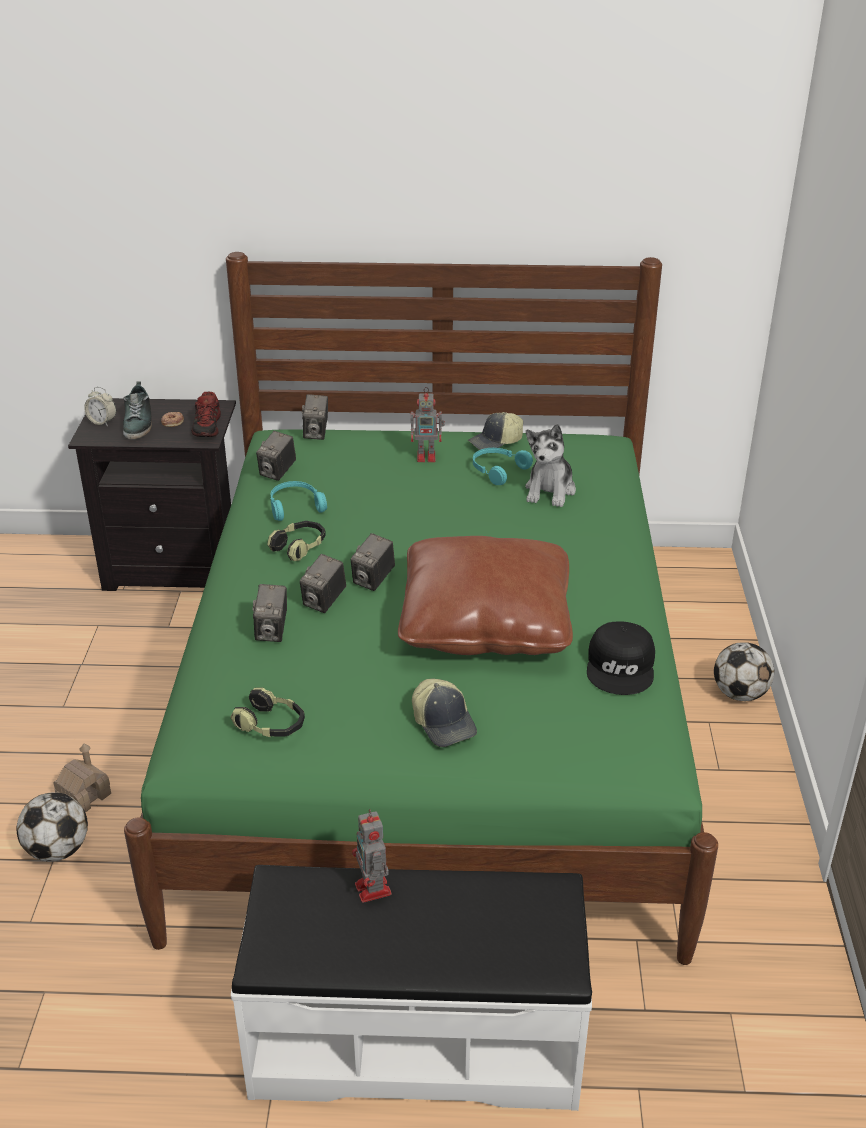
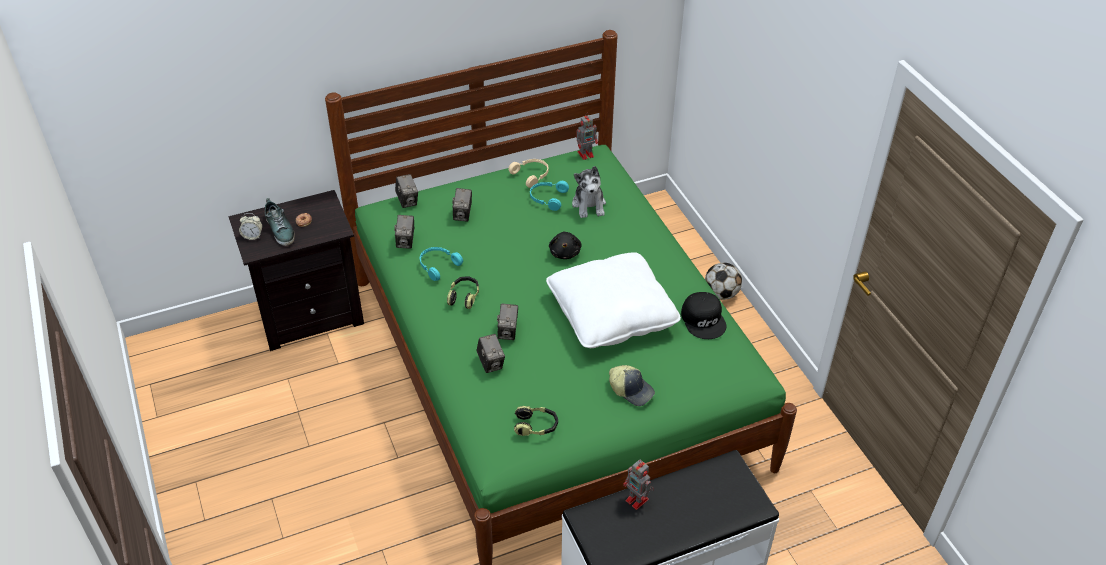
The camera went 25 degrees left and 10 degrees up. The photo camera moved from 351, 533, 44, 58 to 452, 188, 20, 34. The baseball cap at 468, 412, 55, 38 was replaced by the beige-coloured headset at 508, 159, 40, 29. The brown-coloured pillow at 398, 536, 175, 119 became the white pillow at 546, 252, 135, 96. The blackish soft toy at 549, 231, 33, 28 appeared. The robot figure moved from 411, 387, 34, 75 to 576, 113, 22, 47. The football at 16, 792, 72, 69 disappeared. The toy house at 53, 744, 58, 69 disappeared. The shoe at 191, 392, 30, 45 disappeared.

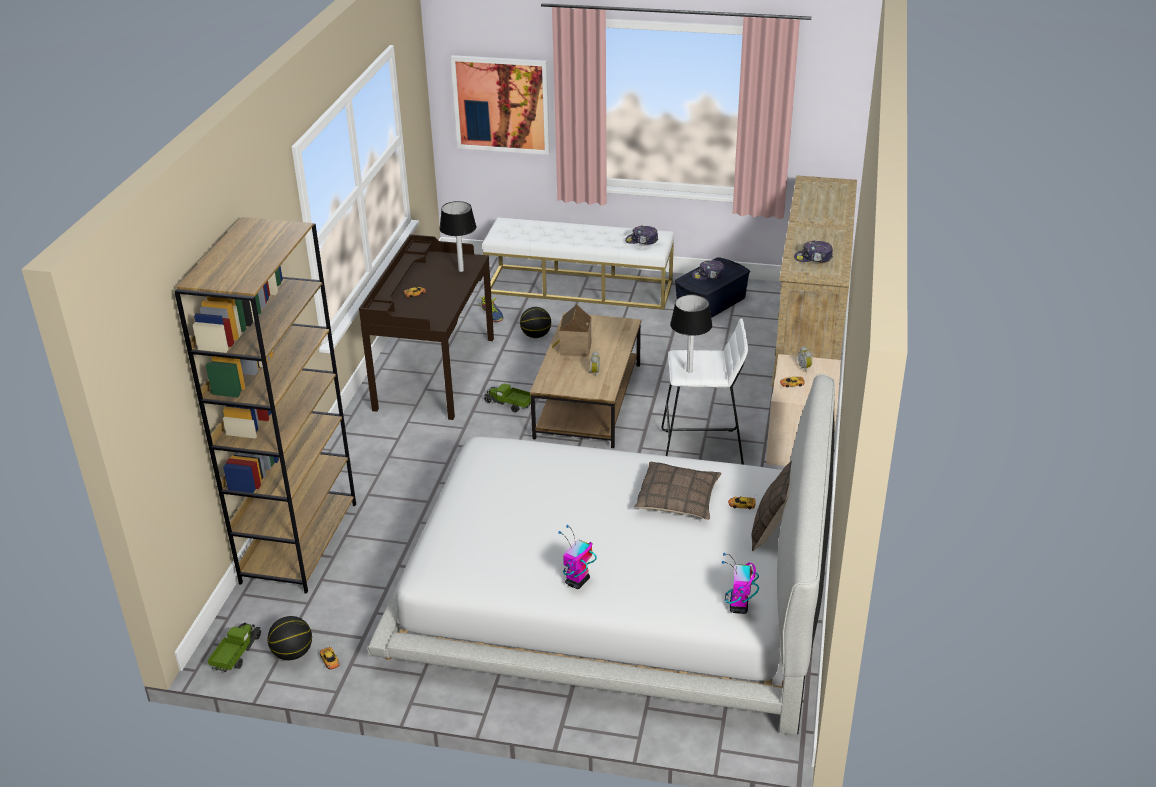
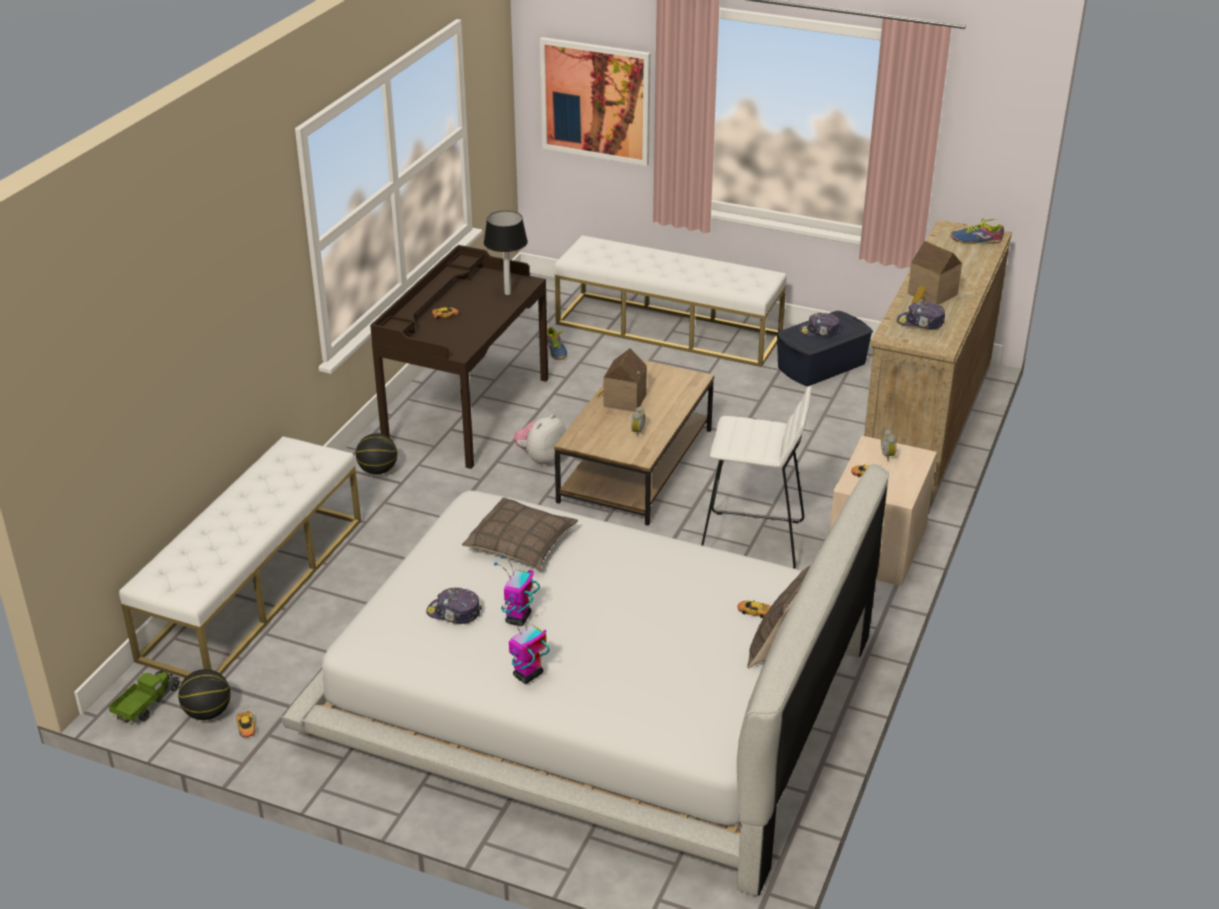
The camera went 10 degrees right and 0 degrees up. The brown-coloured shelving unit at 174, 217, 182, 377 was replaced by the white long seat at 119, 436, 242, 242. The basketball ball moved from 520, 307, 31, 31 to 356, 433, 41, 42. The baseball cap moved from 625, 225, 33, 20 to 426, 588, 56, 36. The pillow moved from 635, 462, 86, 58 to 462, 498, 116, 71. The robot figure moved from 722, 553, 37, 61 to 494, 554, 46, 72. The model truck at 484, 384, 47, 29 was replaced by the soft toy at 514, 414, 52, 52. The toy house at 908, 241, 54, 63 appeared. The shoe at 950, 219, 54, 25 appeared. The lamp for a table at 670, 295, 42, 78 disappeared.

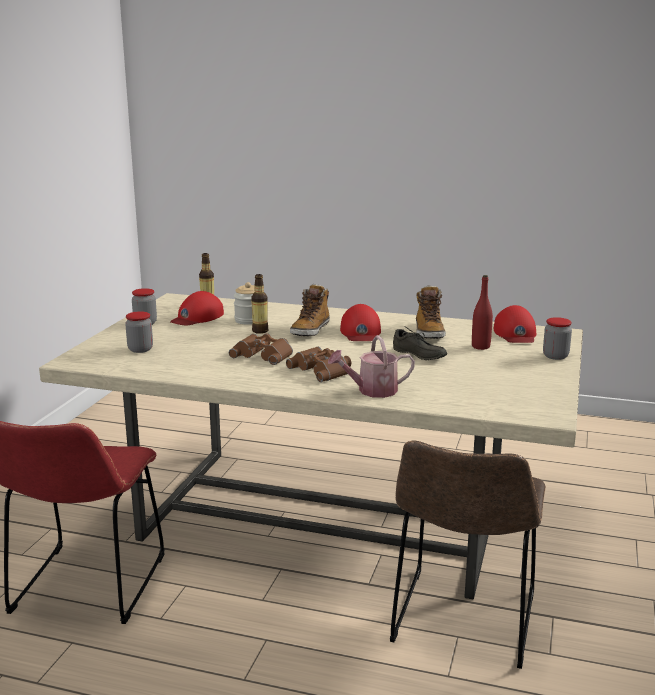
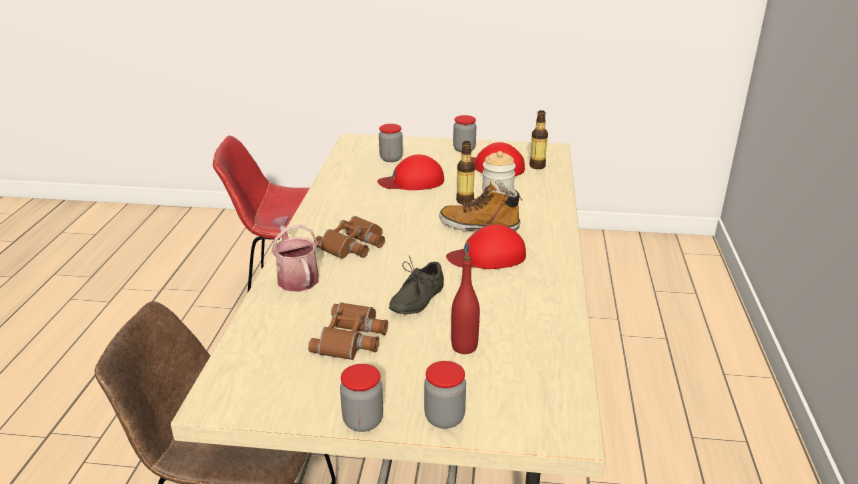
The camera went 80 degrees right and 10 degrees up. The brown-coloured field glasses moved from 229, 333, 64, 32 to 308, 302, 80, 58. The preserve jar at 340, 364, 43, 68 appeared. The red-coloured baseball cap moved from 494, 305, 42, 38 to 377, 154, 67, 36. The high-top boot at 416, 285, 30, 54 disappeared.

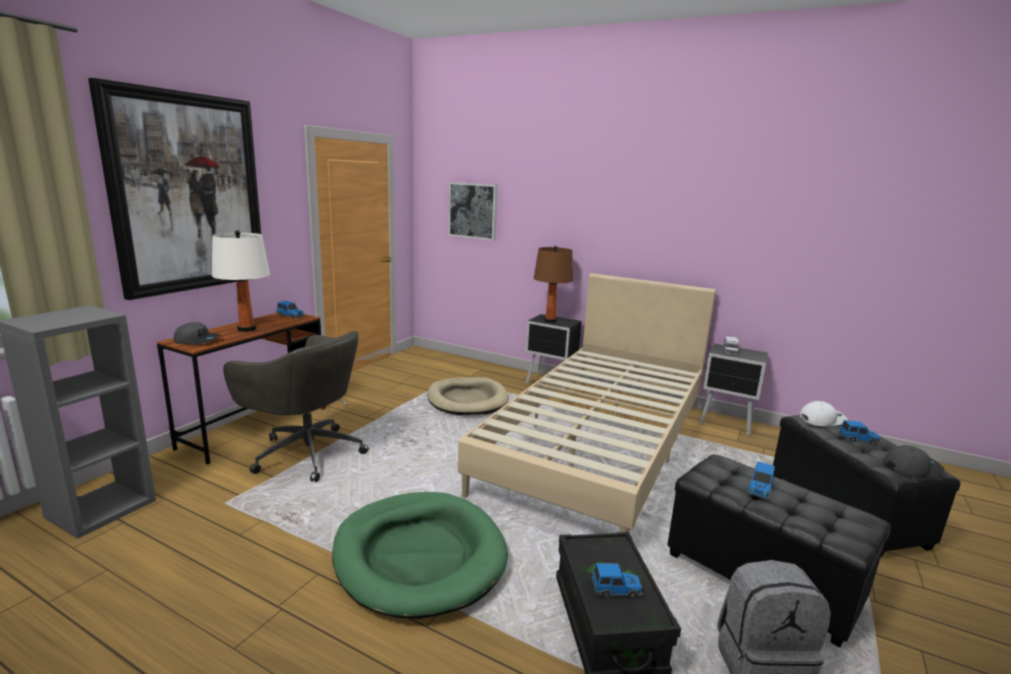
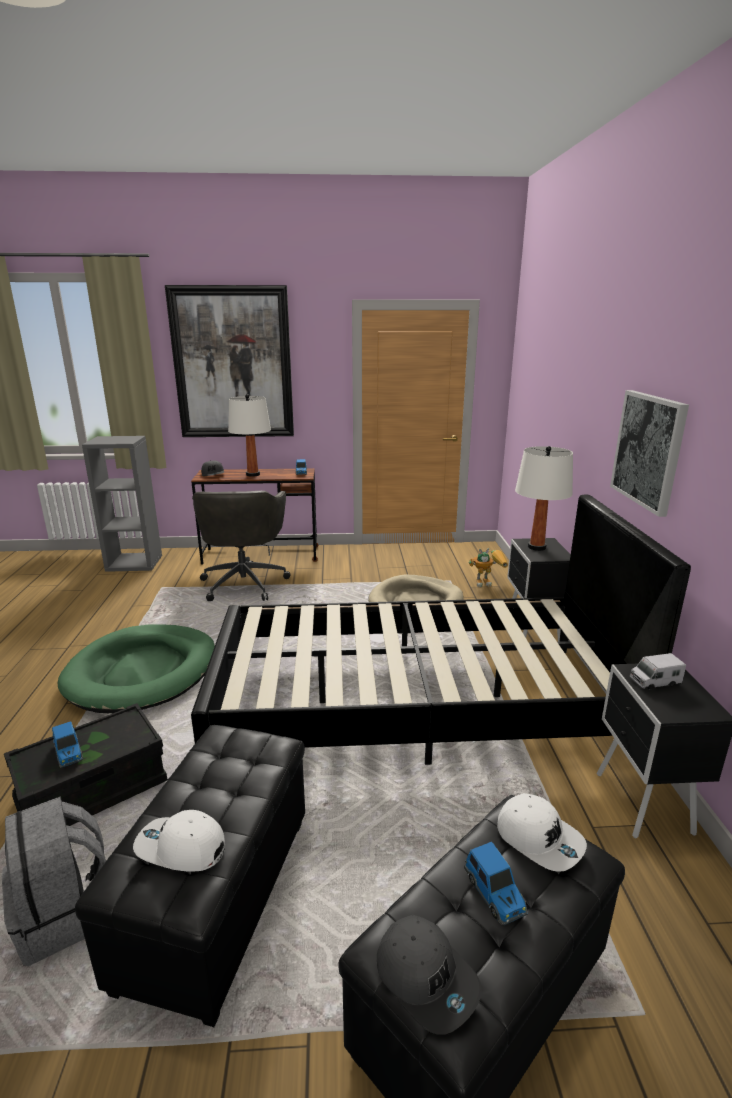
The camera went 60 degrees right and 5 degrees up. The white baseball cap at 133, 810, 92, 62 appeared. The beige-coloured bed at 458, 273, 258, 259 became the blackish bed at 191, 495, 500, 270. The robot figure at 469, 548, 39, 39 appeared. The brown-coloured lamp for a table at 534, 246, 39, 77 became the white lamp for a table at 515, 446, 58, 105. The picture moved from 448, 182, 49, 59 to 610, 390, 79, 127. The miniature car at 747, 461, 28, 38 disappeared.

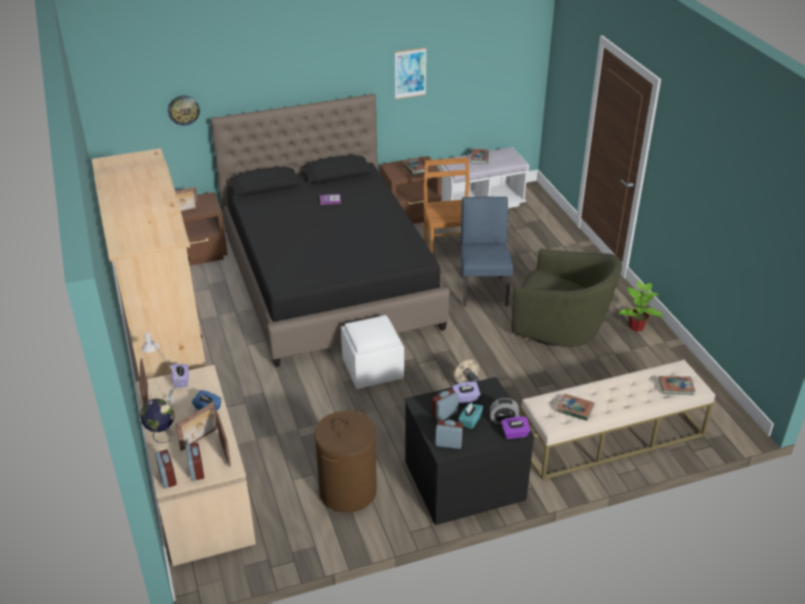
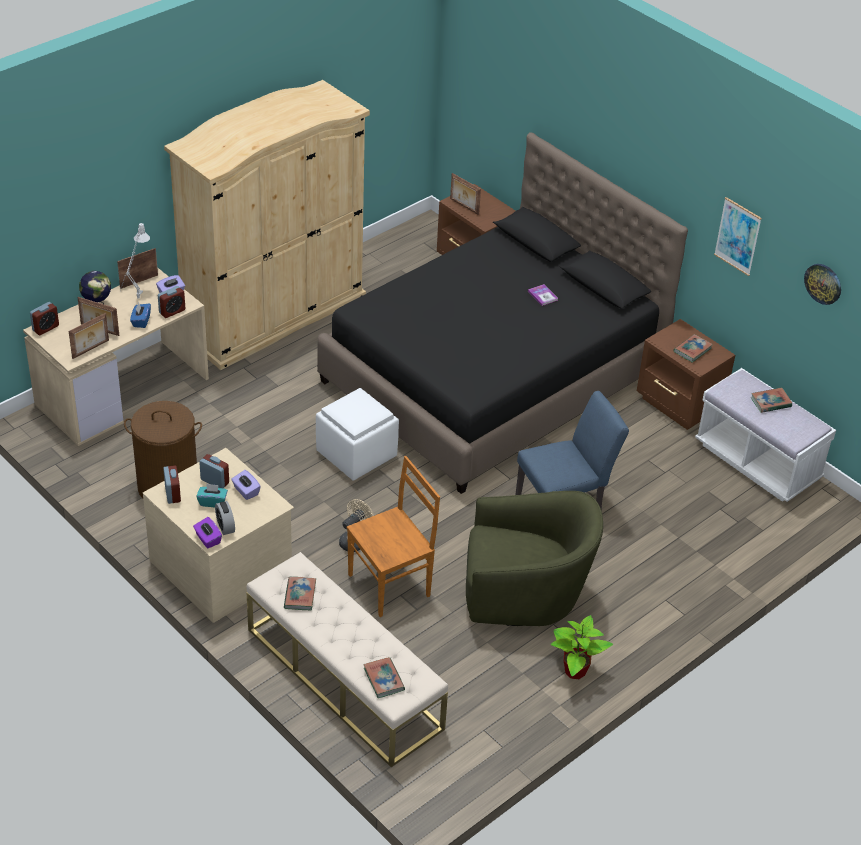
The camera went 65 degrees right and 5 degrees up. The blackish chest of drawers at 404, 377, 131, 148 became the beige-coloured chest of drawers at 143, 448, 151, 175. The alarm clock moved from 185, 443, 19, 38 to 158, 286, 27, 32. The brown-coloured chair moved from 423, 157, 47, 97 to 347, 456, 93, 161. The greenish lounge chair at 511, 249, 111, 98 turned 90 degrees counterclockwise. The clock on the wall moved from 168, 95, 32, 31 to 804, 264, 37, 41.

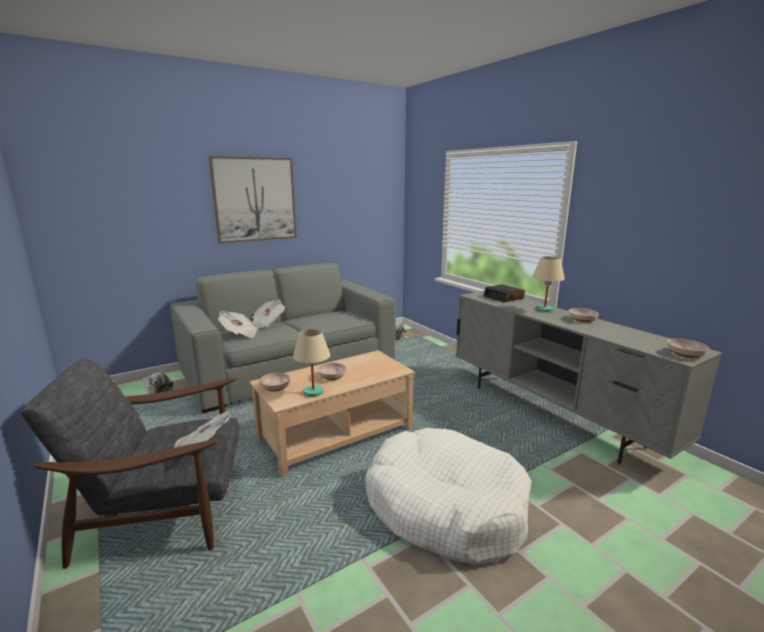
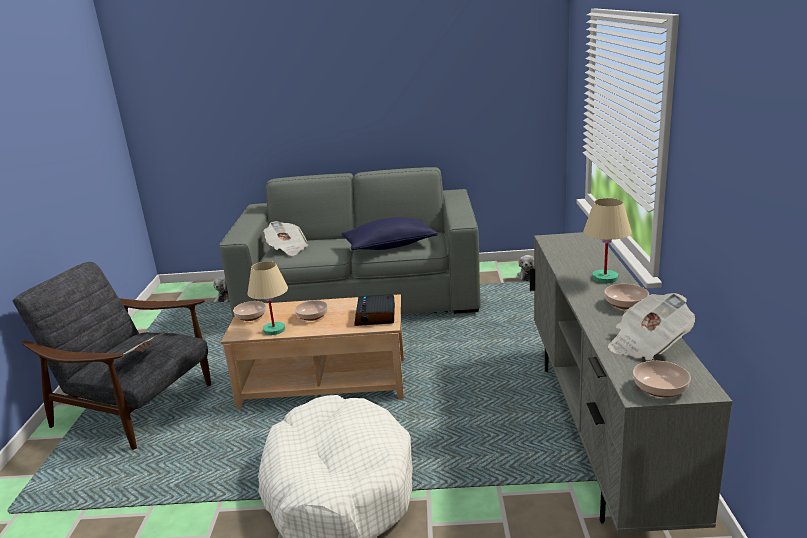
The camera went 35 degrees right and 5 degrees up. The blue pillow at 342, 217, 96, 33 appeared. The alarm clock moved from 484, 284, 41, 18 to 354, 294, 41, 32. The daily paper moved from 252, 300, 33, 28 to 608, 293, 87, 67. The picture at 209, 156, 88, 87 disappeared.

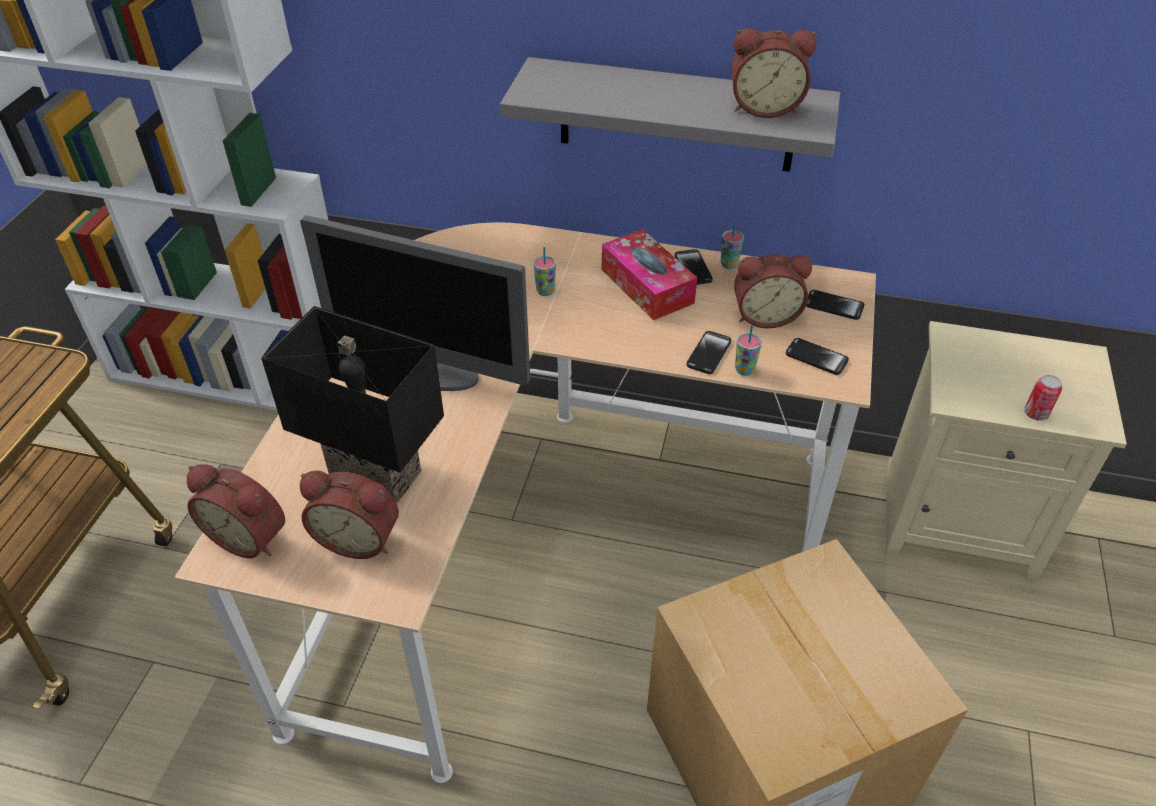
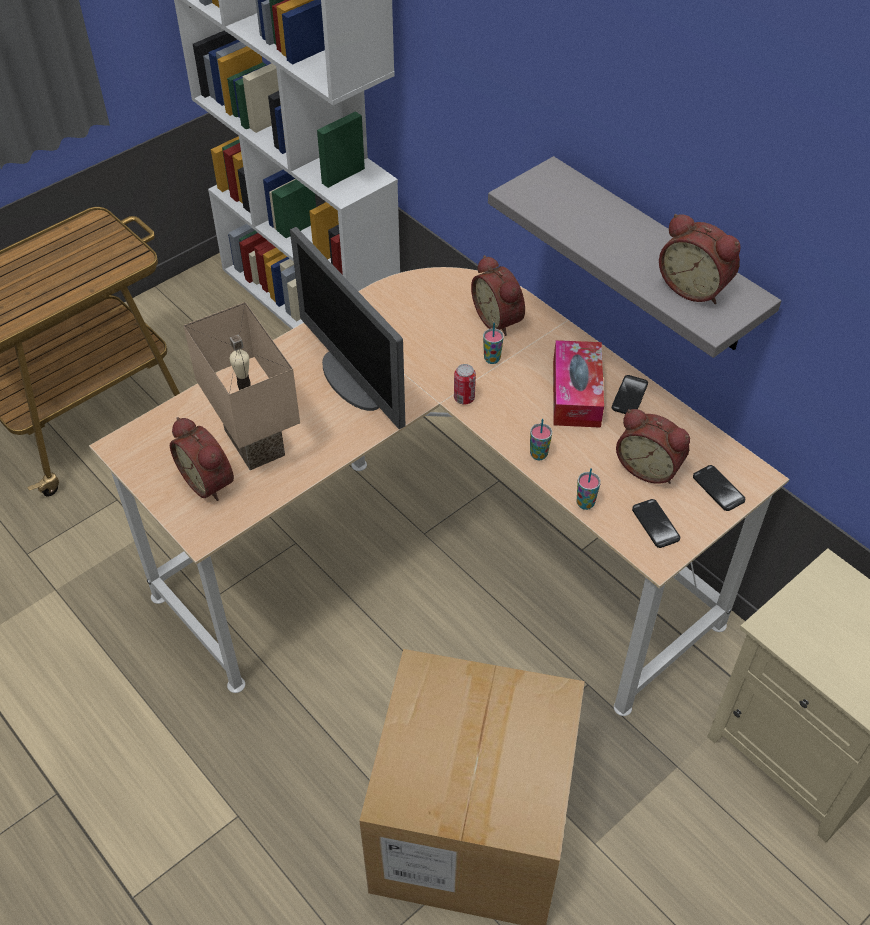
The camera went 35 degrees right and 5 degrees up. The blackish lamp for a table at 261, 306, 183, 198 became the beige-coloured lamp for a table at 183, 302, 117, 168. The metal can moved from 1024, 375, 38, 46 to 454, 364, 22, 40. The alarm clock moved from 187, 464, 98, 94 to 471, 255, 54, 81. The cup moved from 721, 221, 23, 48 to 530, 419, 22, 41. The telephone at 687, 331, 44, 43 disappeared.

